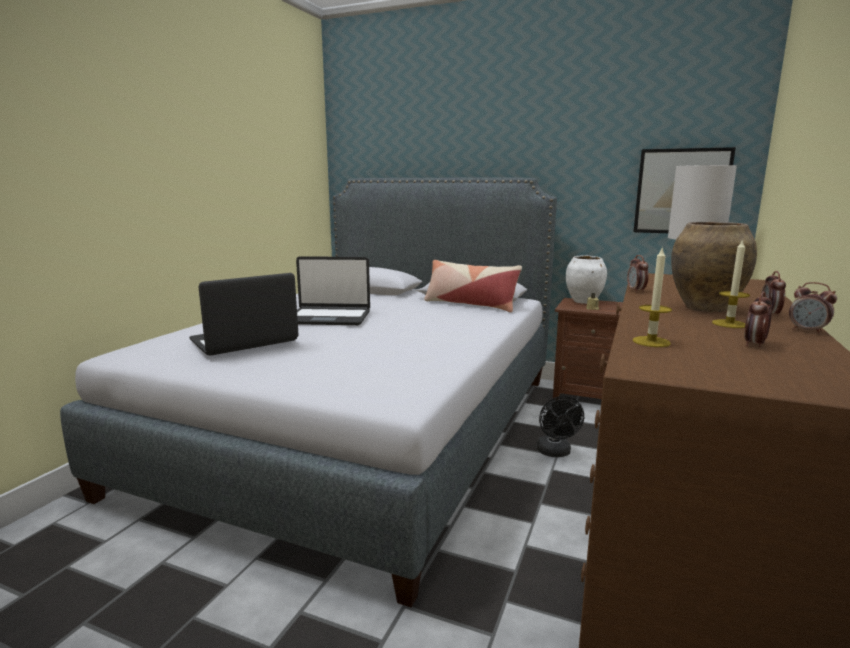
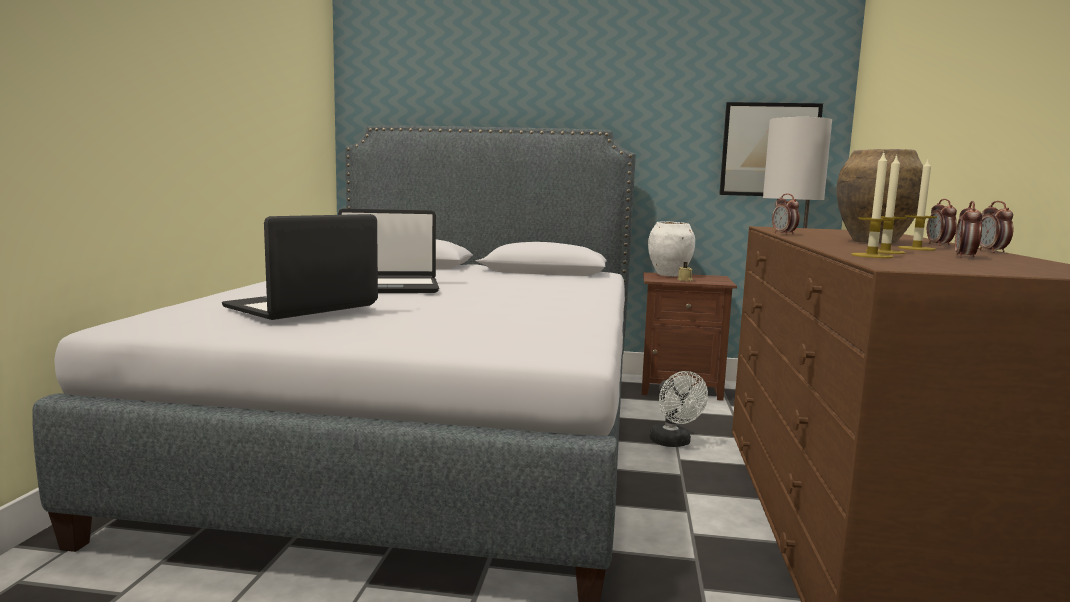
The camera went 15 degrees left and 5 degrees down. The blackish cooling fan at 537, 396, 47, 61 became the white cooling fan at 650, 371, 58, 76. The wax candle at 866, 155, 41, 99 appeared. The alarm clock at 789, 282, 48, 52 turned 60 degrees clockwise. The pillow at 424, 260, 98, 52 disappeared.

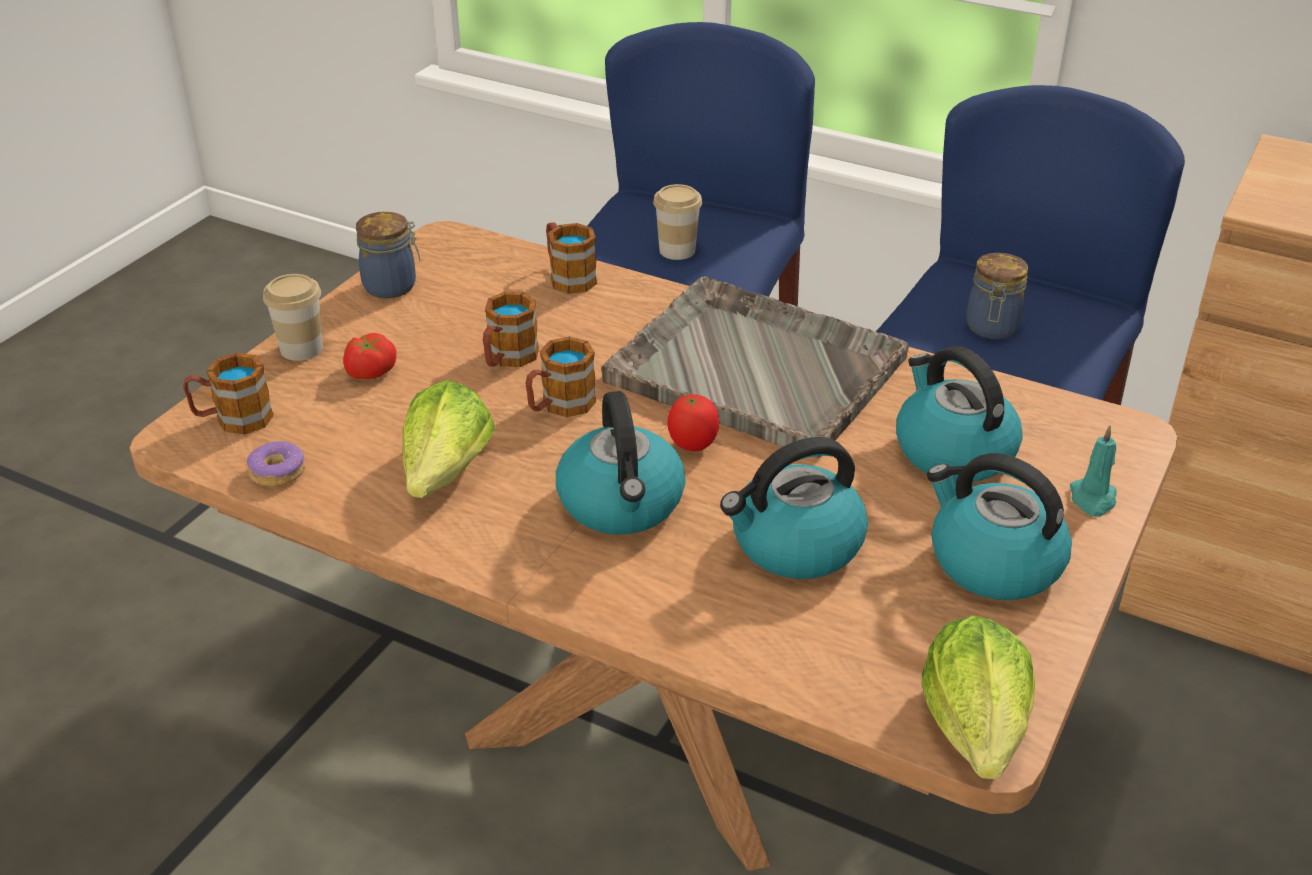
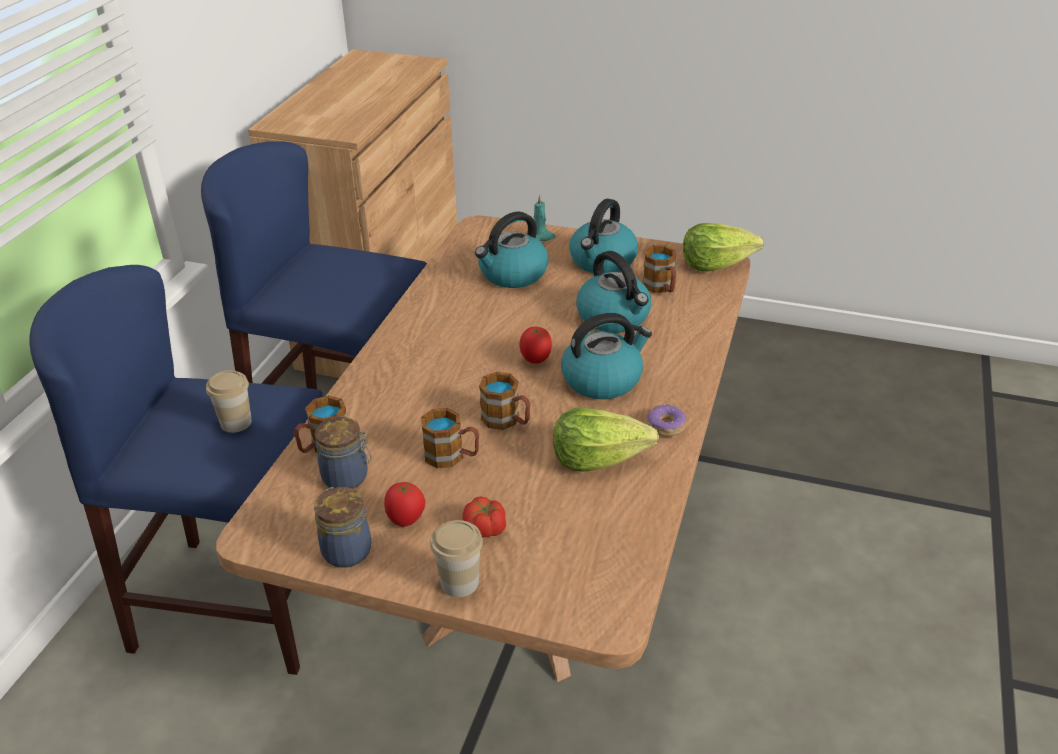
The camera went 100 degrees left and 0 degrees up. The preserve jar moved from 967, 253, 61, 86 to 315, 416, 57, 73. The fresh tomato at 384, 482, 41, 45 appeared. The tea mug moved from 183, 353, 91, 82 to 643, 245, 33, 48. The donut moved from 247, 441, 58, 46 to 647, 404, 39, 32. The gray tray at 601, 277, 308, 181 disappeared.

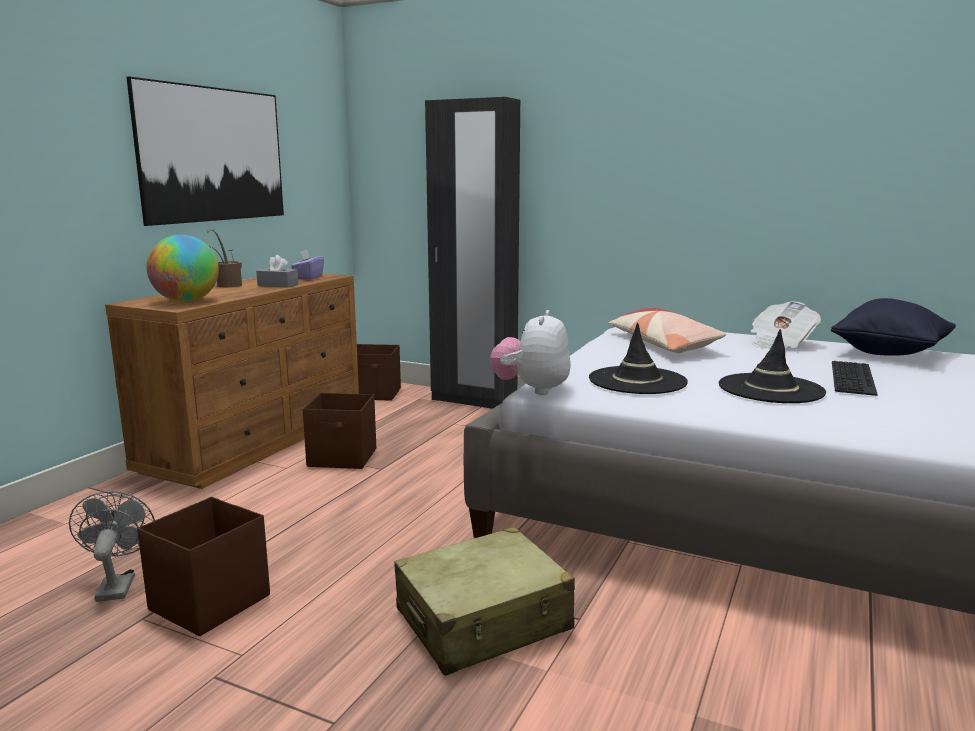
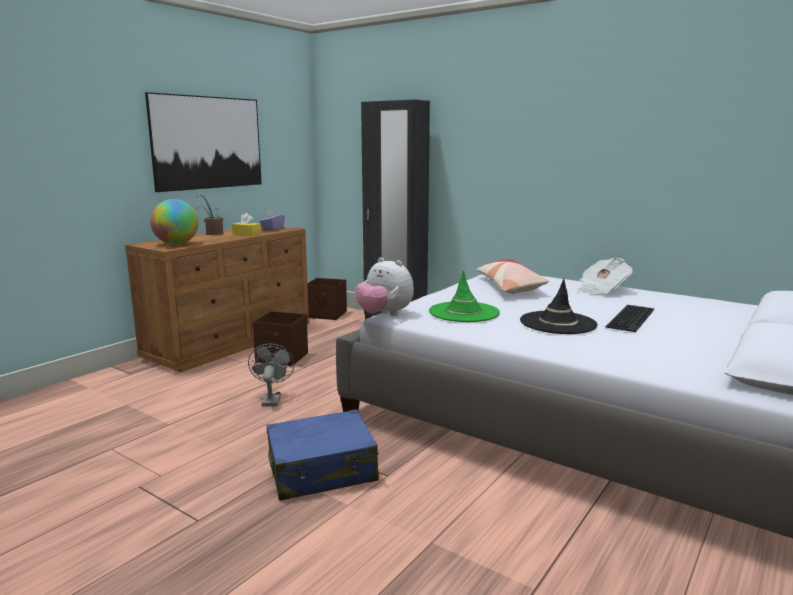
The camera went 10 degrees right and 0 degrees up. The gray tissue box at 256, 255, 42, 33 became the yellowish tissue box at 232, 213, 28, 23. The gray cooling fan moved from 69, 491, 86, 111 to 248, 344, 46, 63. The beige-coloured travel case at 395, 527, 180, 149 became the blue travel case at 267, 409, 112, 92. The soft toy at 490, 310, 81, 85 turned 75 degrees counterclockwise. The blackish hat at 589, 323, 99, 71 became the greenish hat at 429, 270, 71, 52. The brown-coloured storage container at 137, 497, 133, 139 disappeared. The blackish pillow at 831, 298, 125, 57 disappeared.

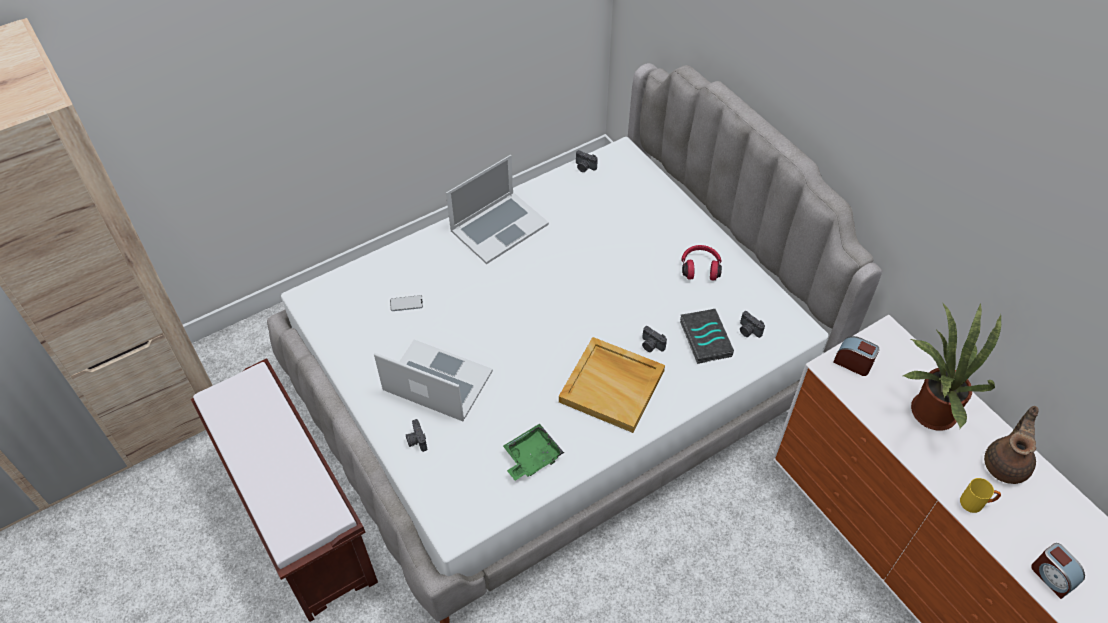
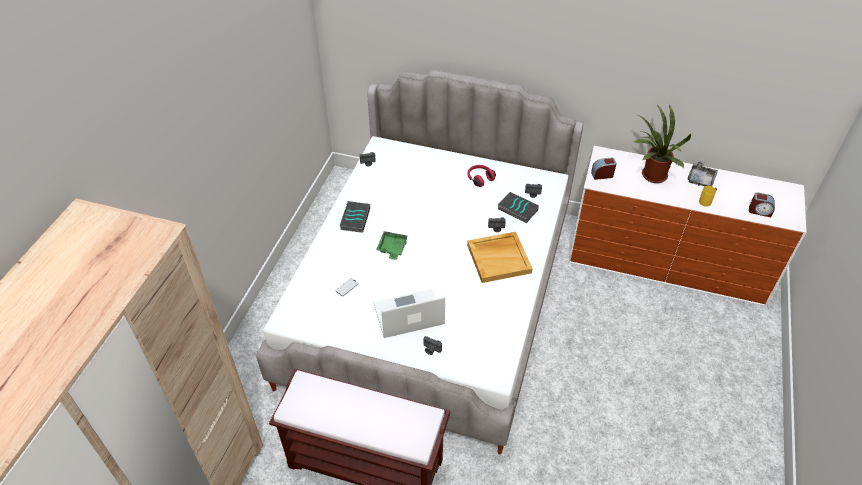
The camera went 40 degrees left and 5 degrees down. The portable computer at 446, 155, 103, 109 was replaced by the bound book at 340, 201, 30, 32. The greenish tray moved from 503, 423, 61, 58 to 376, 231, 32, 29. The brown-coloured teapot at 984, 406, 55, 78 was replaced by the gray tray at 688, 160, 30, 26.

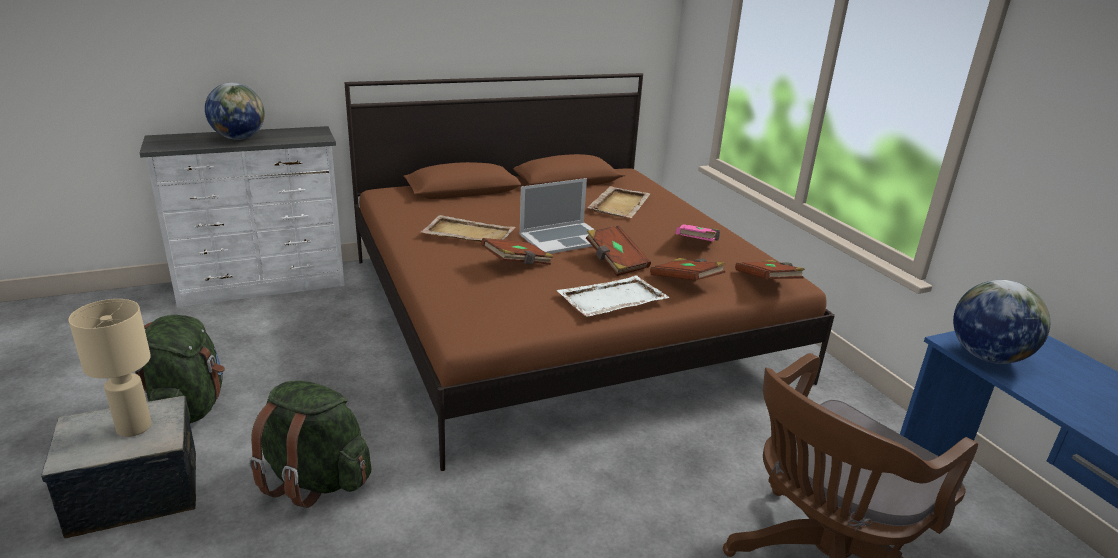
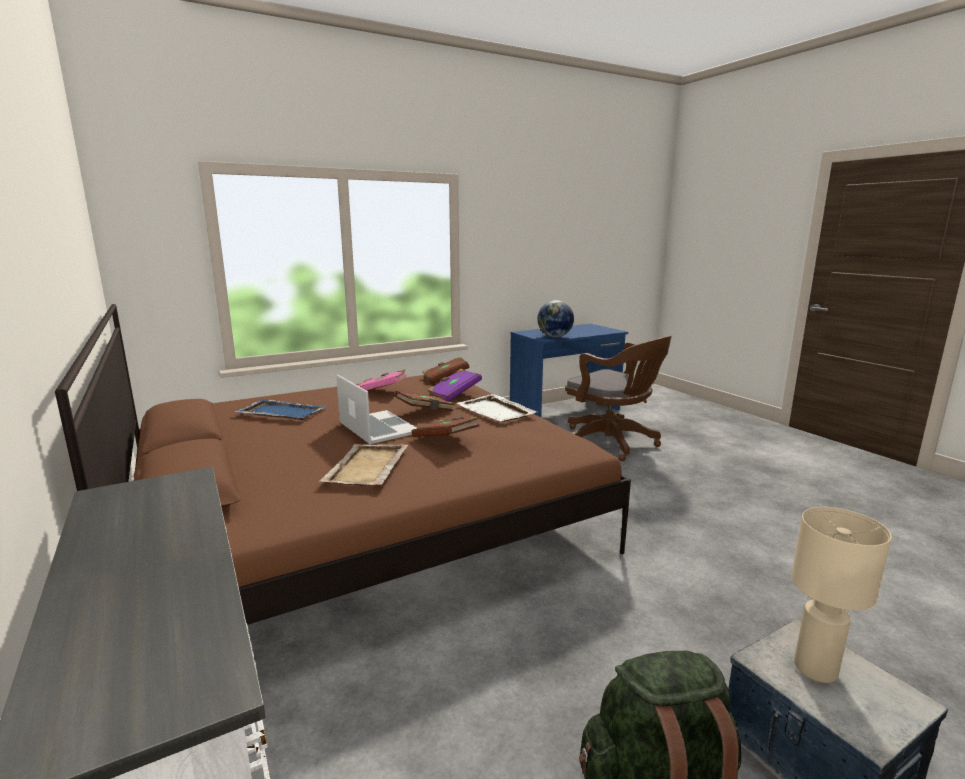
The camera went 95 degrees left and 10 degrees down. The beige-coloured tray at 588, 186, 62, 32 became the blue tray at 234, 399, 92, 21. The brown-coloured bound book at 650, 258, 75, 23 became the purplish bound book at 427, 369, 55, 33. The globe at 205, 83, 60, 57 disappeared. The greenish rucksack at 249, 381, 122, 127 disappeared.

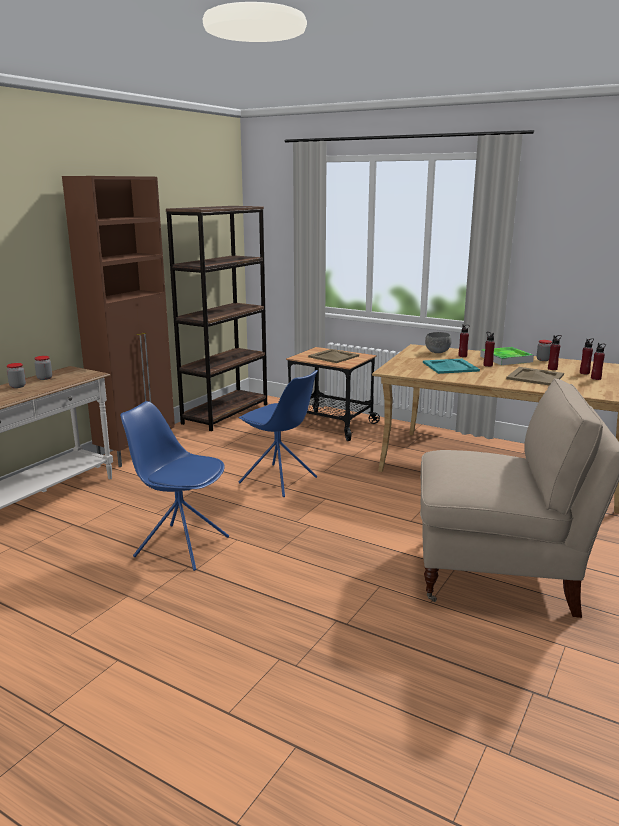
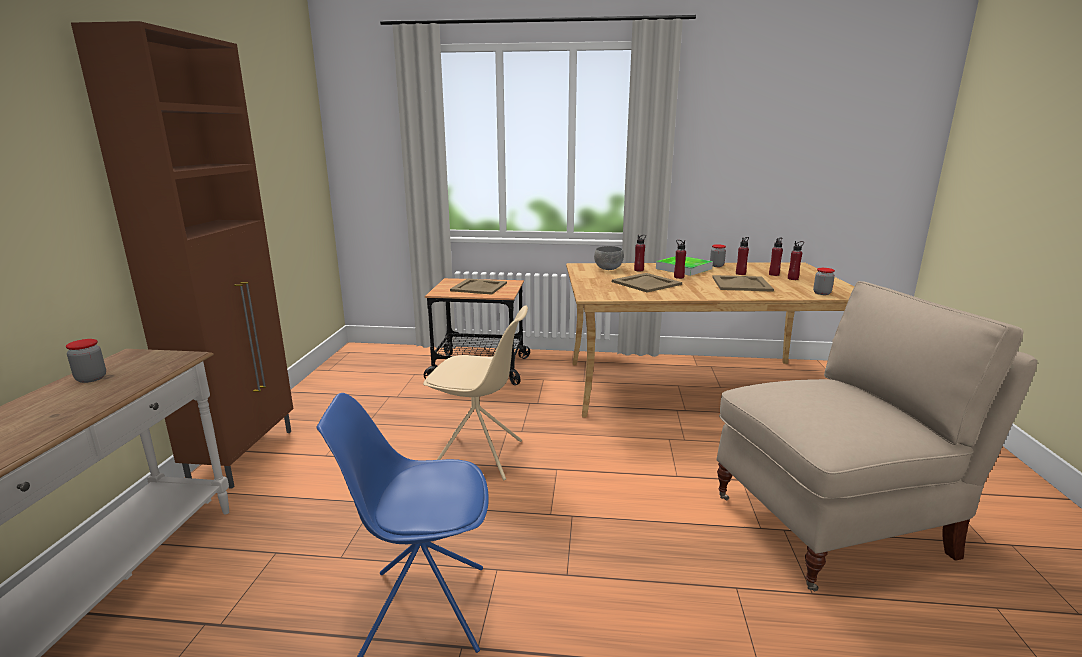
The camera went 25 degrees left and 0 degrees up. The blue chair at 238, 370, 80, 127 became the beige-coloured chair at 423, 305, 105, 176. The blue-green tray at 423, 359, 57, 15 became the beige-coloured tray at 612, 273, 70, 19. The preserve jar moved from 7, 363, 19, 25 to 813, 268, 22, 27. The brown-coloured shelving unit at 166, 206, 101, 225 disappeared.

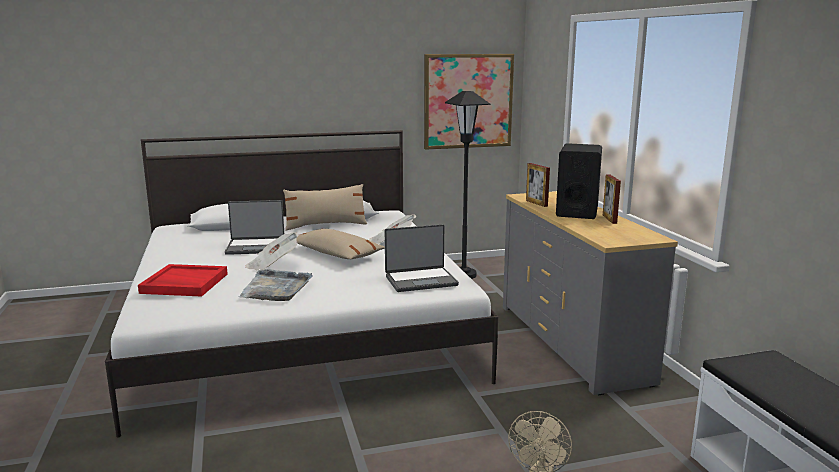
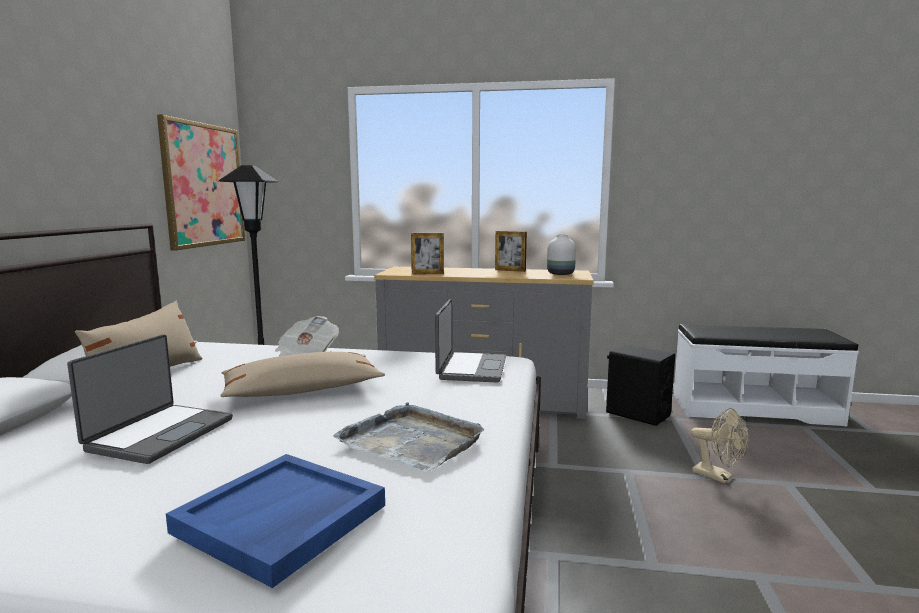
The camera went 65 degrees left and 5 degrees down. The red-coloured tray at 138, 264, 90, 33 became the blue tray at 166, 454, 219, 134. The white flower vase at 547, 234, 29, 41 appeared. The blackish loudspeaker moved from 556, 143, 46, 76 to 606, 345, 69, 81. The daily paper at 245, 232, 54, 39 disappeared.

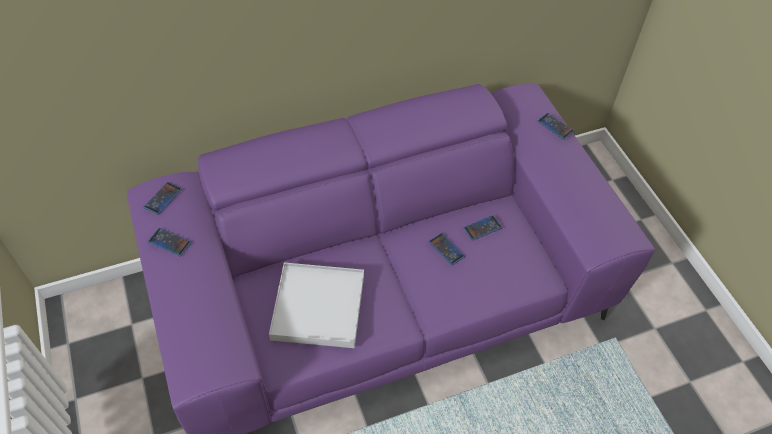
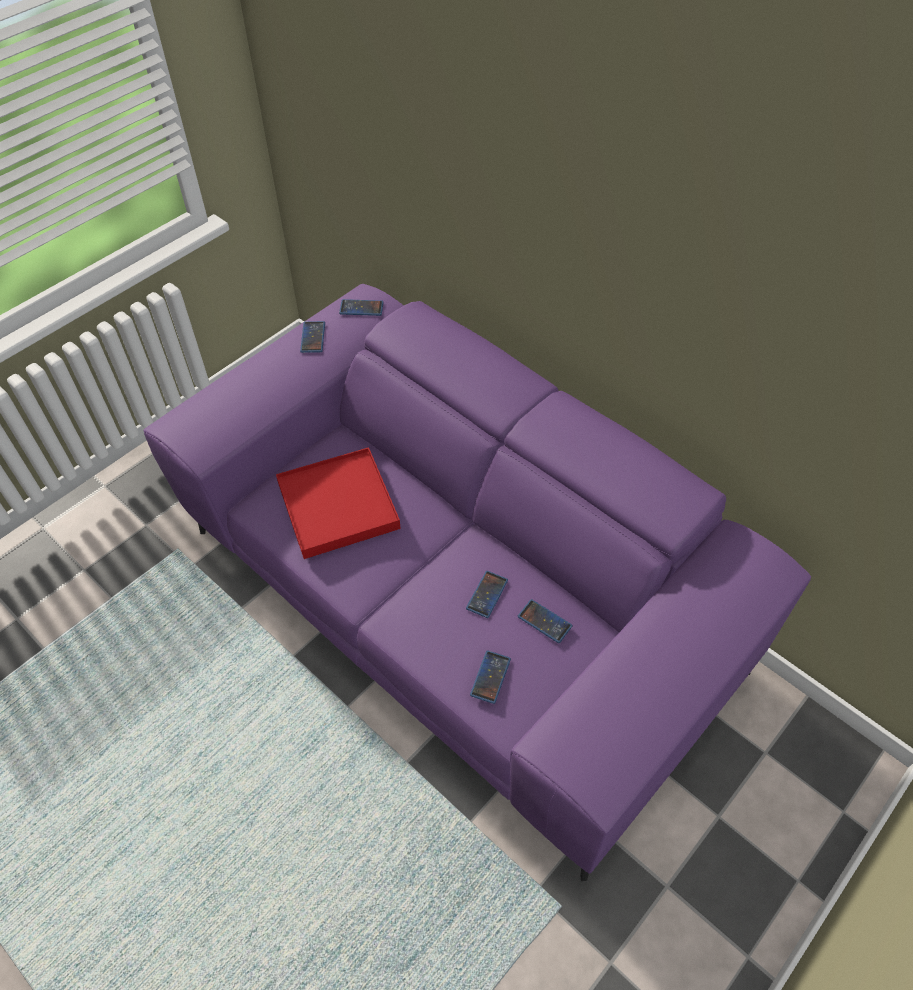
The camera went 65 degrees right and 0 degrees up. The white tray at 269, 262, 95, 86 became the red-coloured tray at 276, 447, 125, 112. The telephone moved from 537, 113, 37, 27 to 470, 650, 41, 54.

